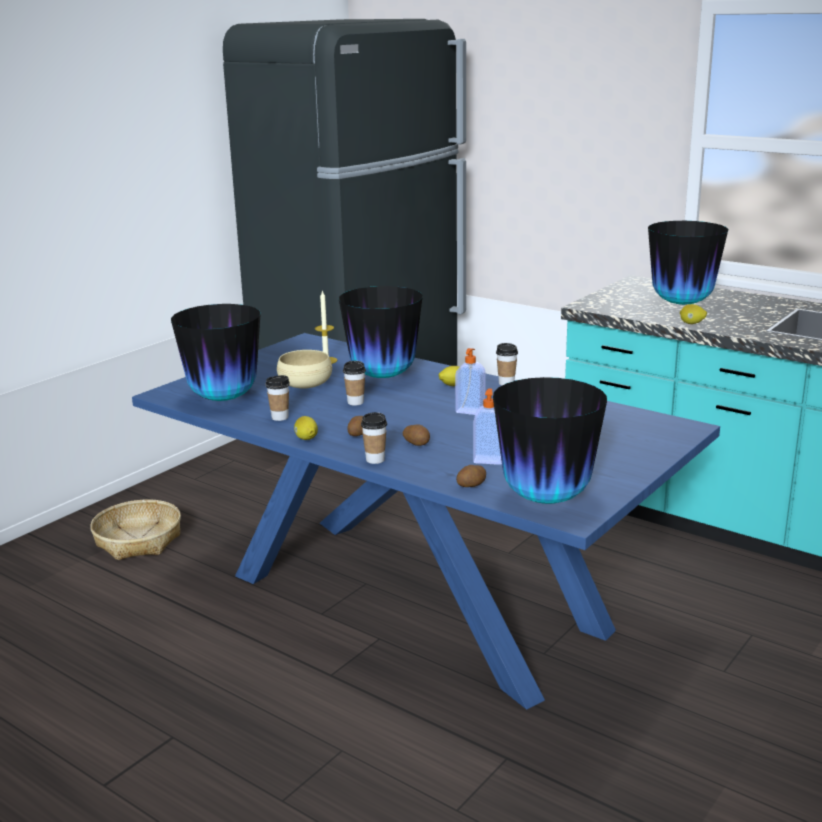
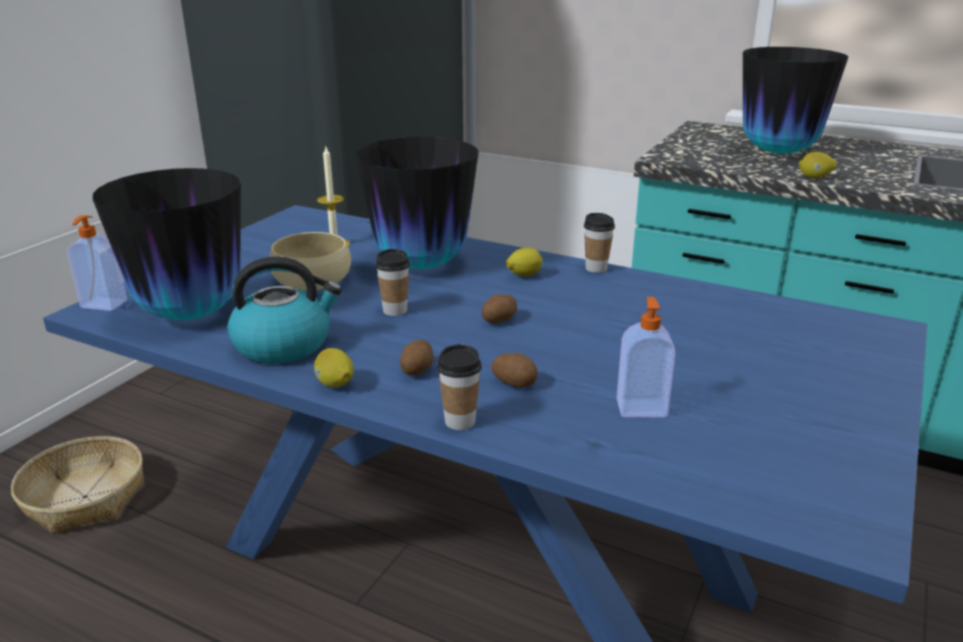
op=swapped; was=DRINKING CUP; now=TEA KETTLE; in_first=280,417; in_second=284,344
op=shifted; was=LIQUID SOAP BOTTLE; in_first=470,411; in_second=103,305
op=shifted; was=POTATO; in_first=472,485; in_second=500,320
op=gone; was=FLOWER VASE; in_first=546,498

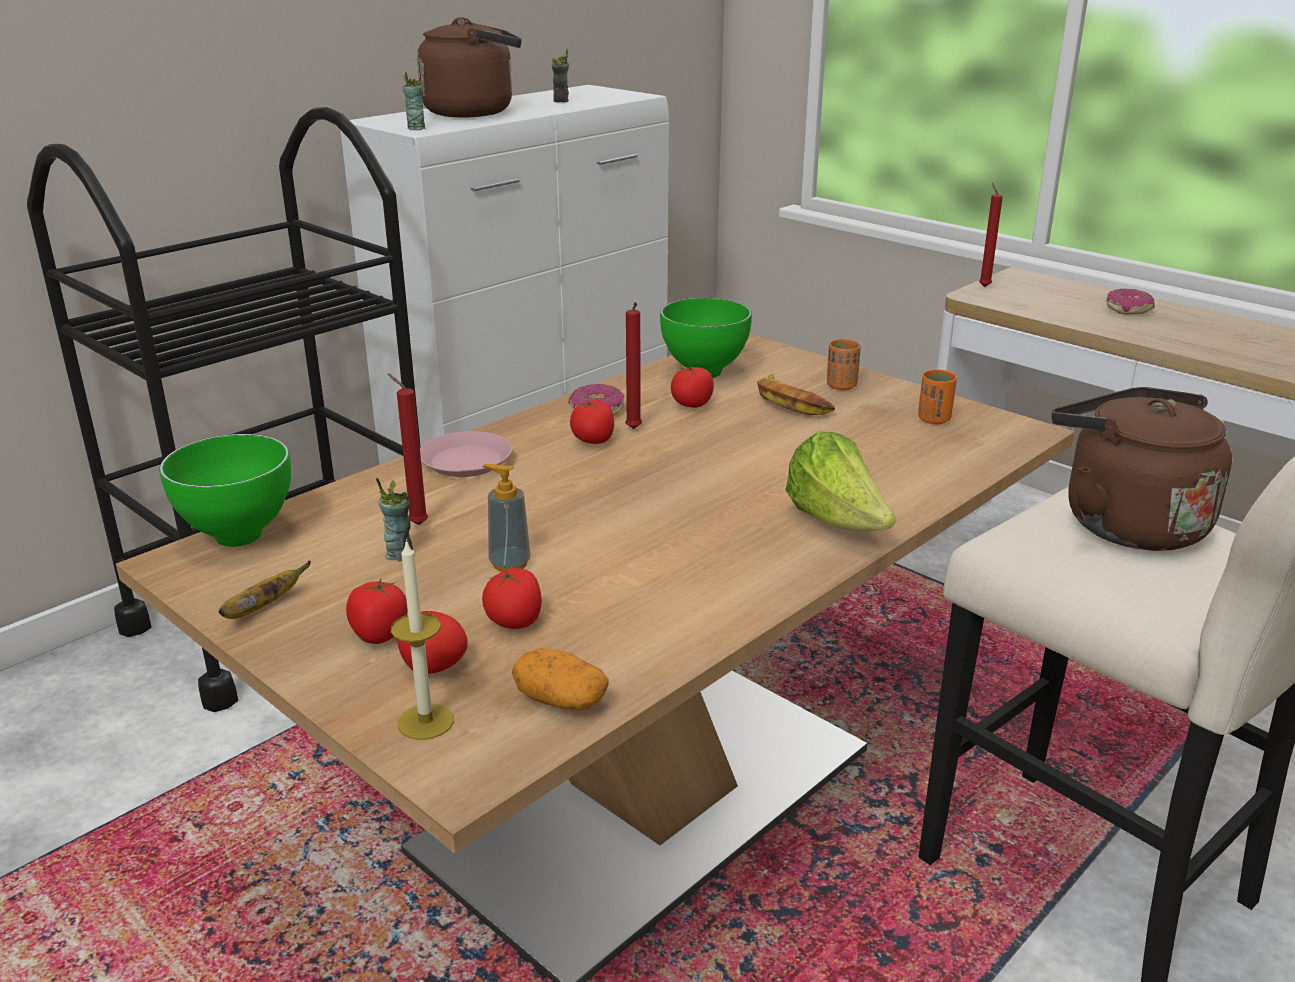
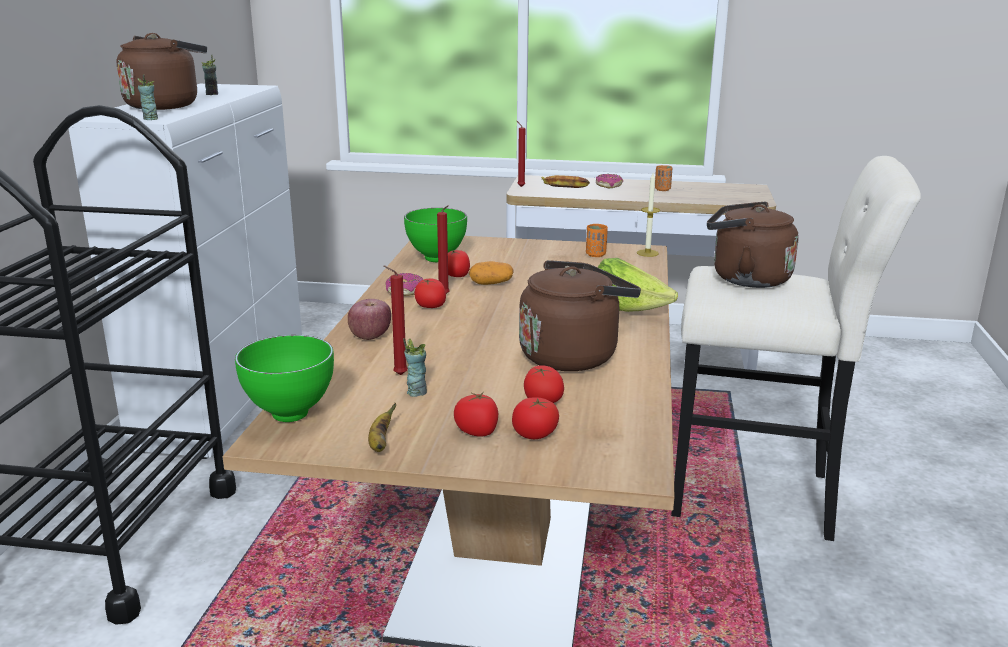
op=shifted; was=CANDLE; in_first=426,721; in_second=647,253
op=swapped; was=PINKISH DINNER PLATE; now=APPLE FRUIT; in_first=467,461; in_second=370,336
op=gone; was=LIQUID SOAP BOTTLE; in_first=509,564
op=shifted; was=POTATO; in_first=560,701; in_second=491,283
op=shifted; was=WHOLE BANANA; in_first=792,402; in_second=564,185
op=shifted; was=ORANGEY DRINKING CUP; in_first=841,386; in_second=662,189
op=new; now=BROWN-COLOURED TEA KETTLE; in_second=572,355

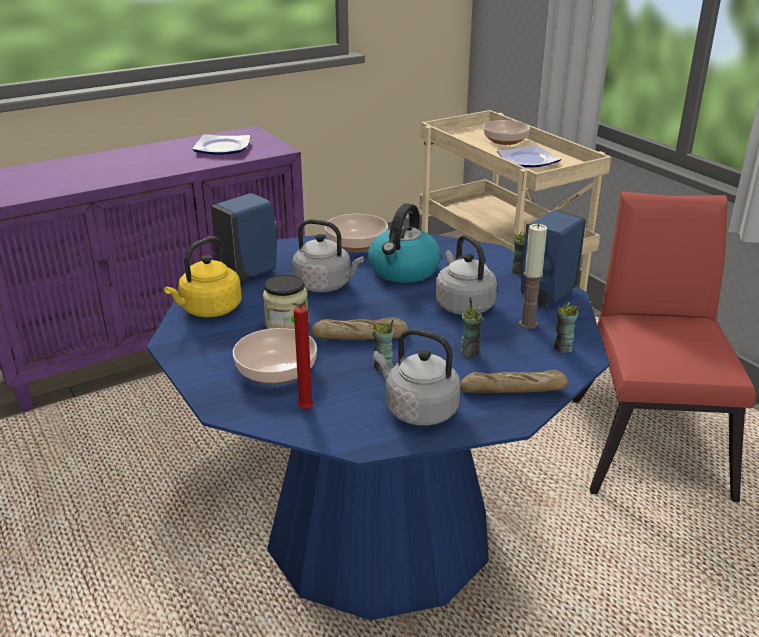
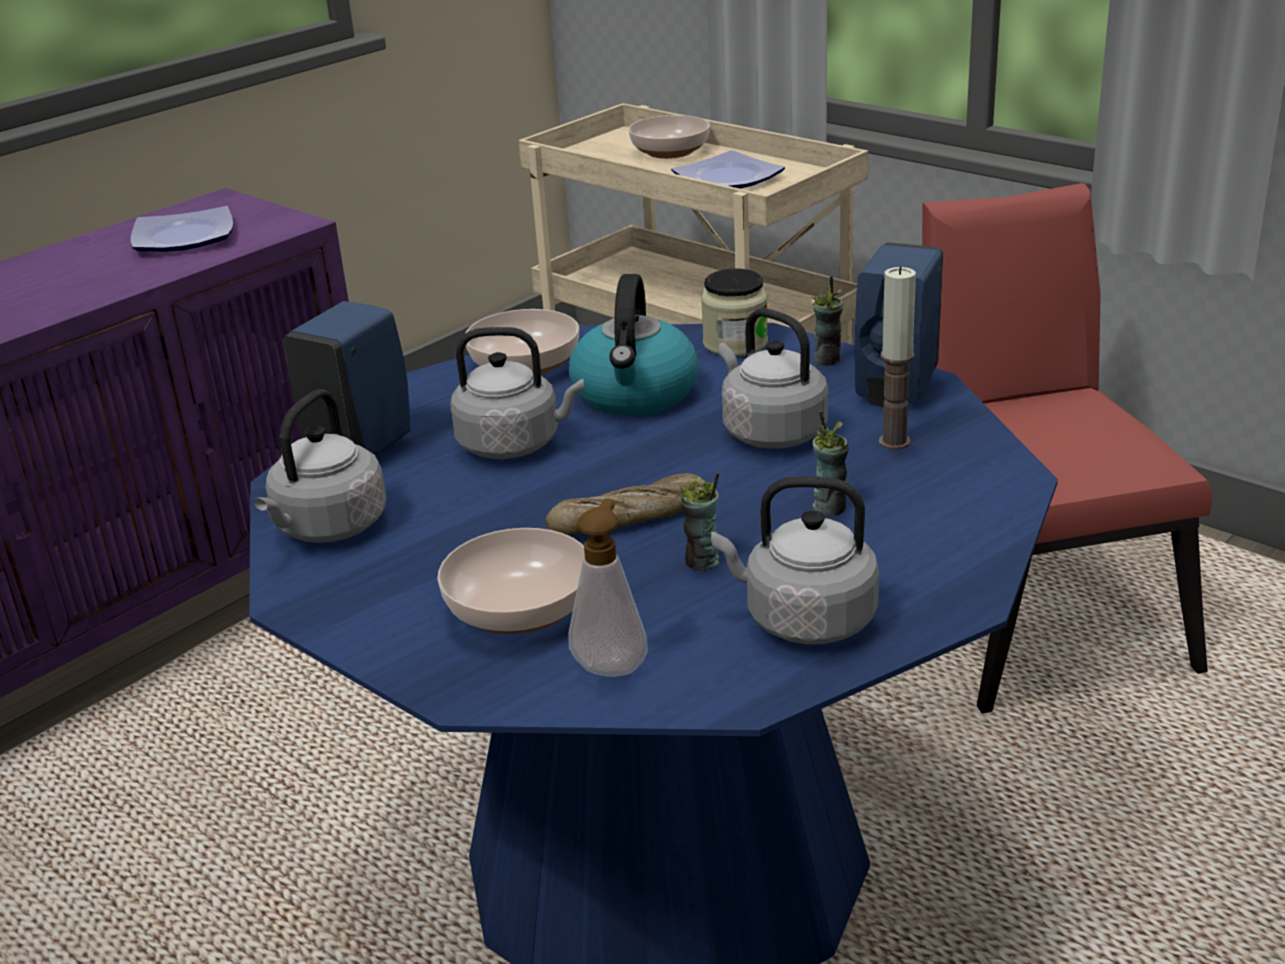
op=repainted; was=YELLOW TEA KETTLE; now=GREY TEA KETTLE; in_first=208,310; in_second=328,528
op=shifted; was=JAR; in_first=287,323; in_second=735,343
op=swapped; was=RED-COLOURED CANDLE; now=LIQUID SOAP BOTTLE; in_first=304,411; in_second=611,665
op=gone; was=BAKED BREAD; in_first=513,391
op=gone; was=DRINKING CUP; in_first=563,348

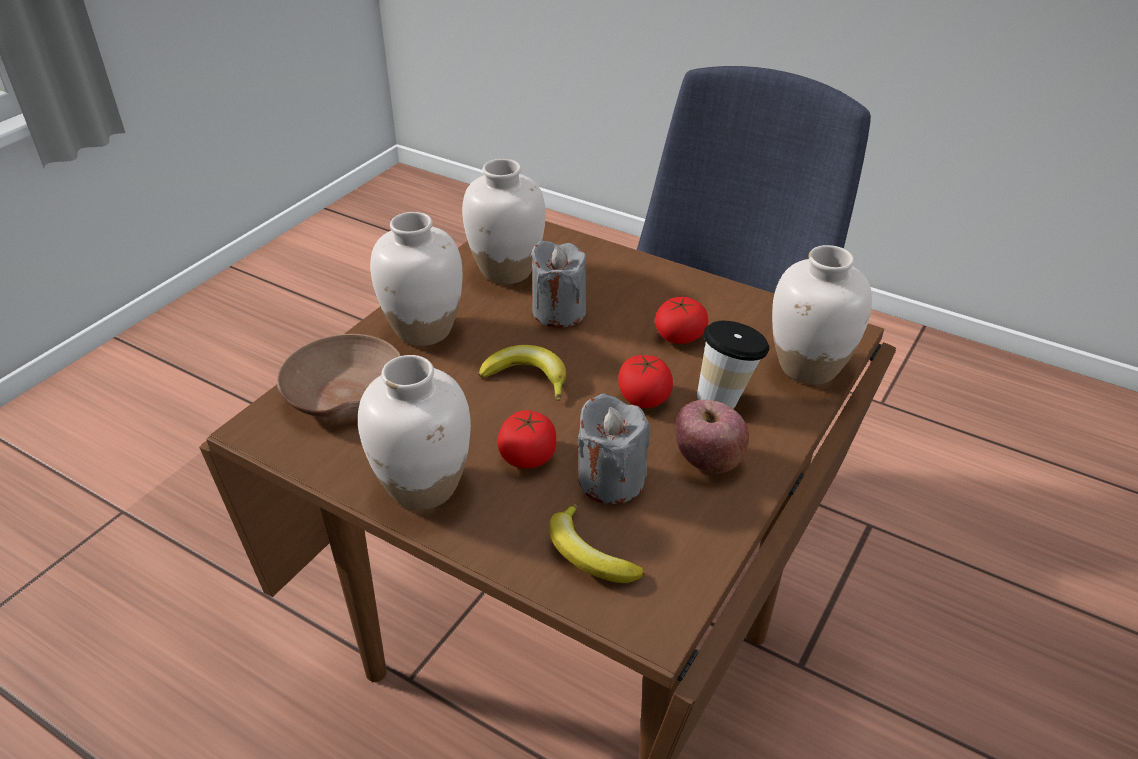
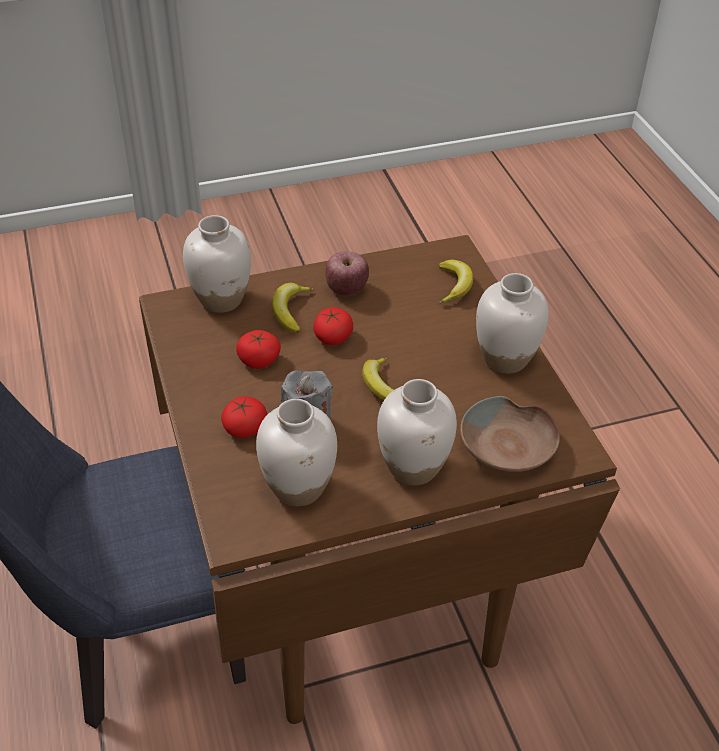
op=shifted; was=FRESH TOMATO; in_first=528,455; in_second=245,428
op=gone; was=GREY CANDLE; in_first=611,480
op=swapped; was=DRINKING CUP; now=WHOLE BANANA; in_first=726,398; in_second=290,311

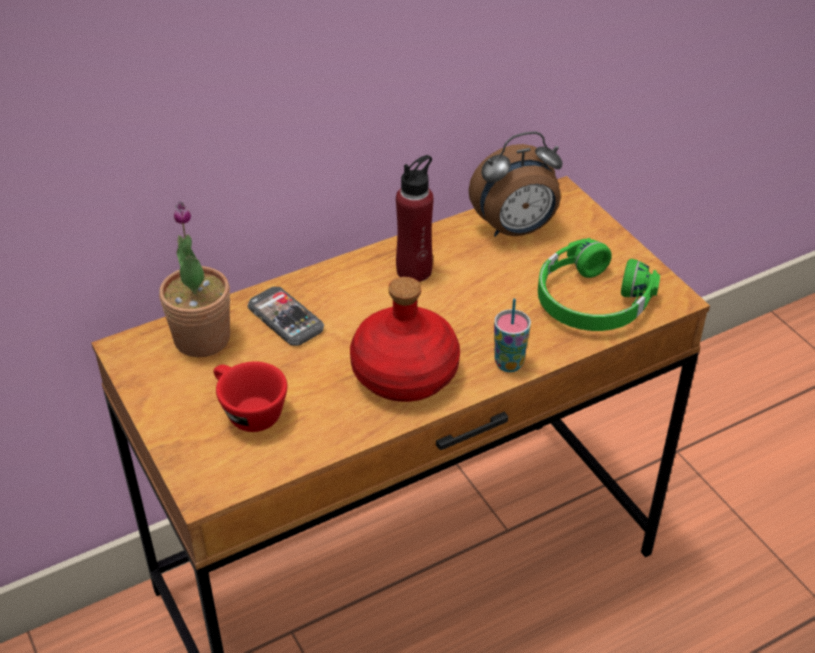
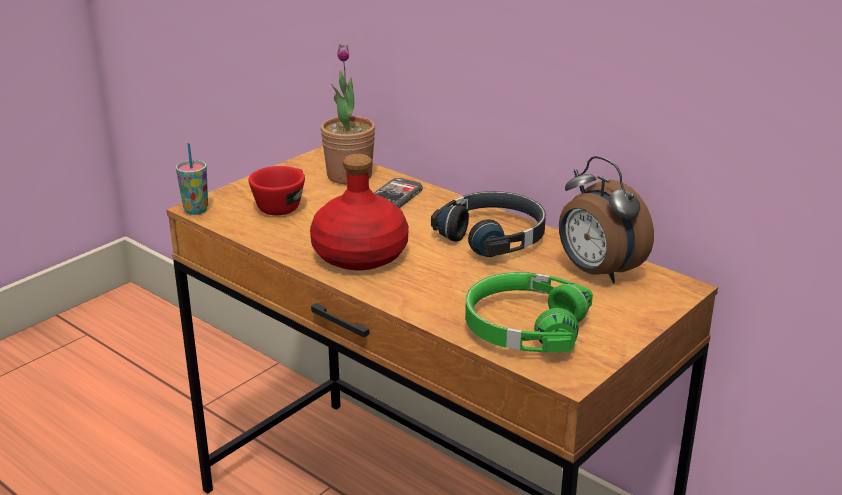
op=swapped; was=RED-COLOURED BEVERAGE BOTTLE; now=BLACK HEADSET; in_first=414,270; in_second=494,236
op=shifted; was=DRINKING CUP; in_first=509,364; in_second=196,210

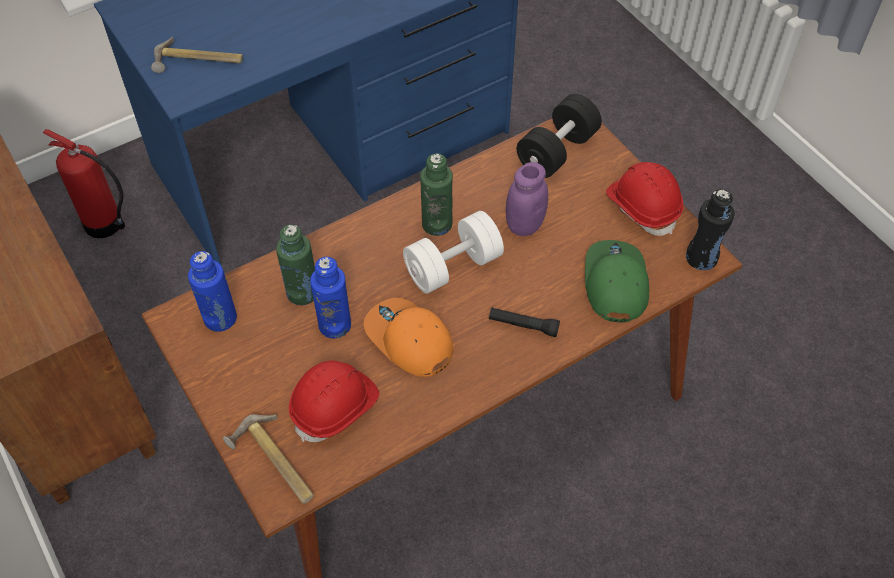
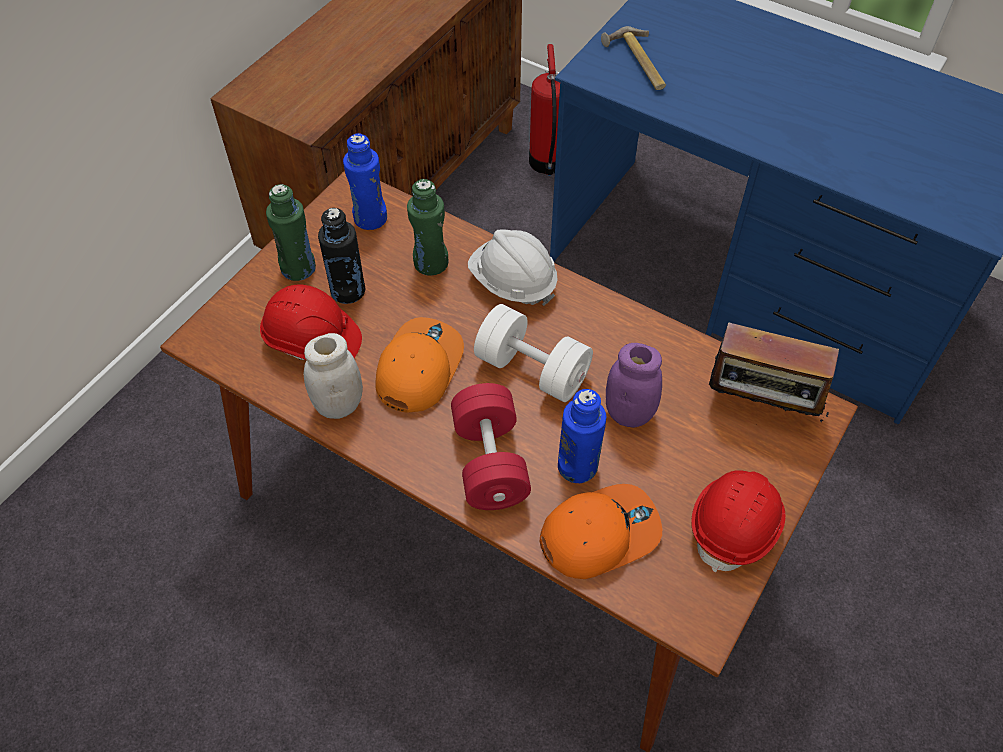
op=gone; was=HAND HAMMER; in_first=273,464
op=shifted; was=BLUISH BEVERAGE BOTTLE; in_first=334,325; in_second=577,466
op=shifted; was=GREEN-COLOURED BEVERAGE BOTTLE; in_first=437,224; in_second=298,268
op=swapped; was=BLACK FLASHLIGHT; now=RED-COLOURED FREE WEIGHT; in_first=523,325; in_second=490,462
op=swapped; was=BLACK FREE WEIGHT; now=RADIO; in_first=557,151; in_second=760,406
op=repainted; was=GREEN-COLOURED BASEBALL CAP; now=ORANGEY BASEBALL CAP; in_first=614,283; in_second=599,533
op=shifted; was=BLACK BEVERAGE BOTTLE; in_first=701,258; in_second=348,291
op=new; now=WHITE JAR; in_second=338,405
op=new; now=WHITE SAFETY HELMET; in_second=512,283

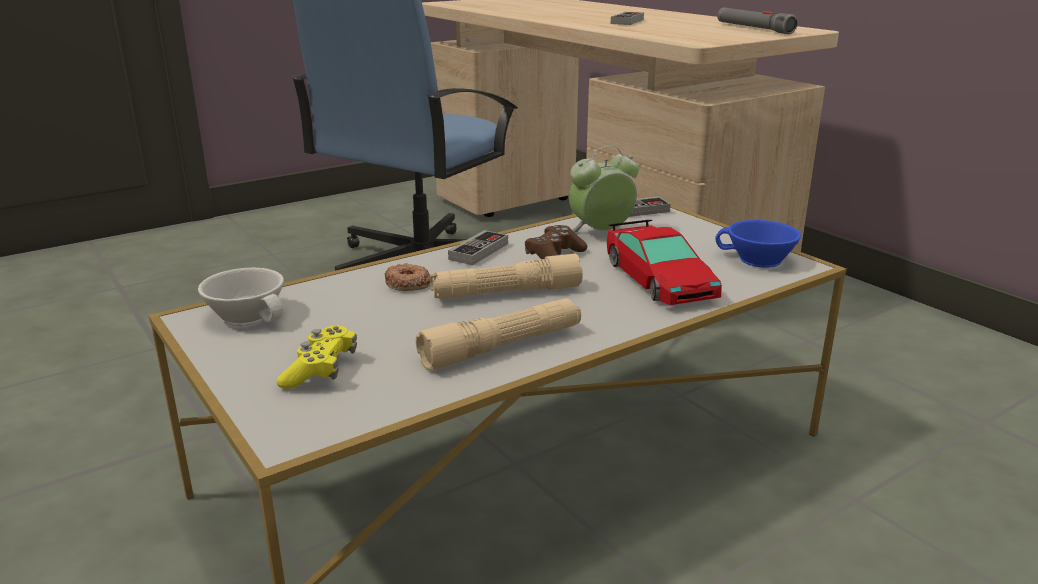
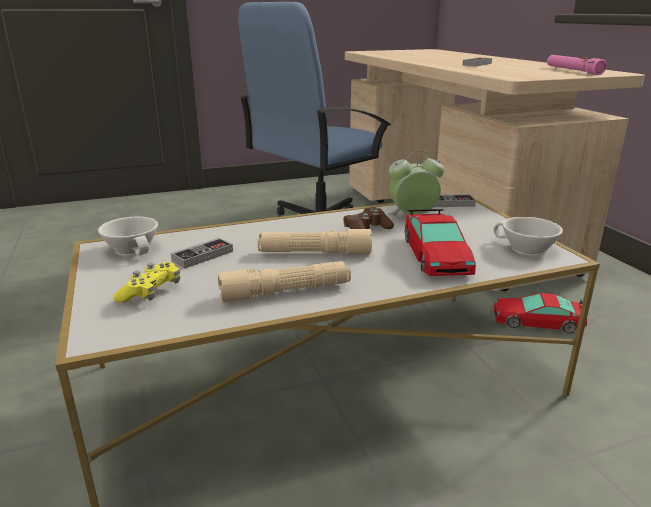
op=gone; was=RING DOUGHNUT; in_first=407,283
op=shifted; was=GAME CONTROLLER; in_first=478,251; in_second=203,256
op=repainted; was=BLUISH DRINKING CUP; now=WHITE DRINKING CUP; in_first=757,260; in_second=525,249
op=repainted; was=GREY FLASHLIGHT; now=PINKISH FLASHLIGHT; in_first=753,28; in_second=572,70
op=new; now=MODEL CAR; in_second=537,321

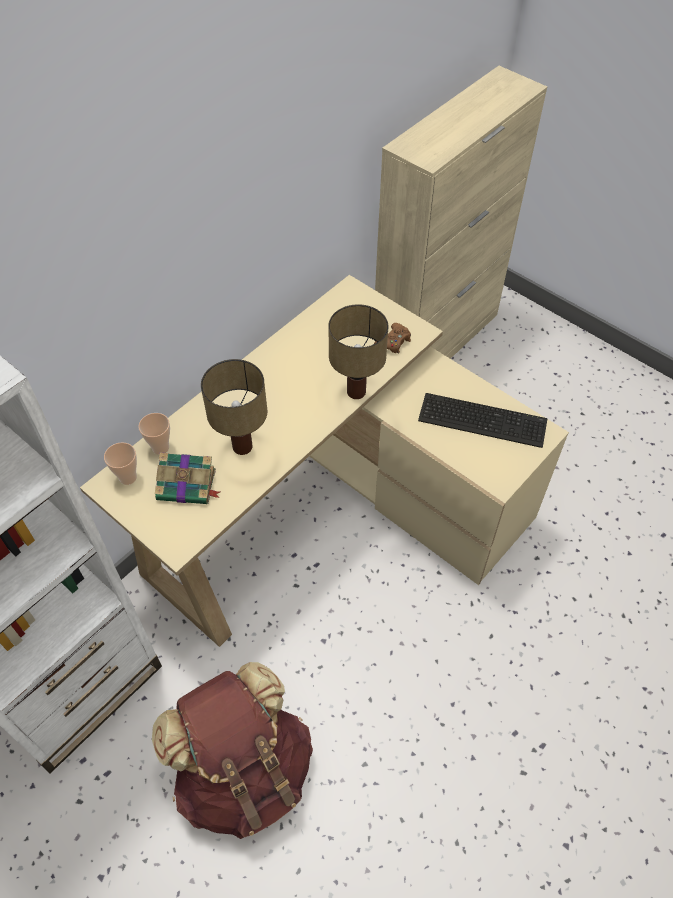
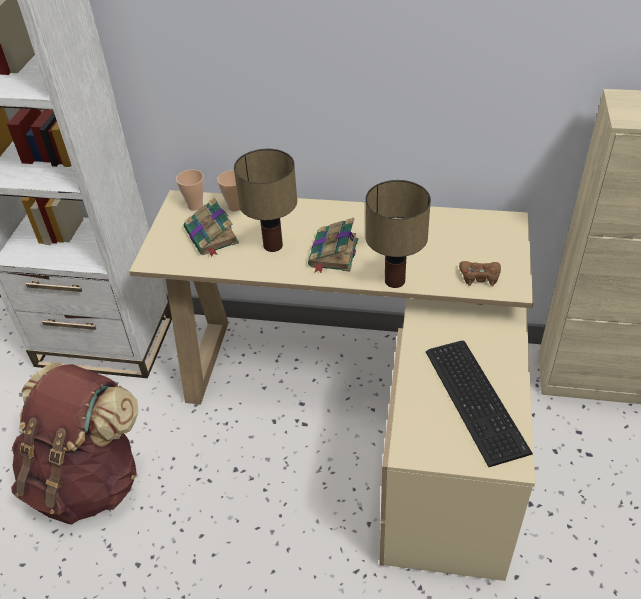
op=new; now=BOOK; in_second=333,254

